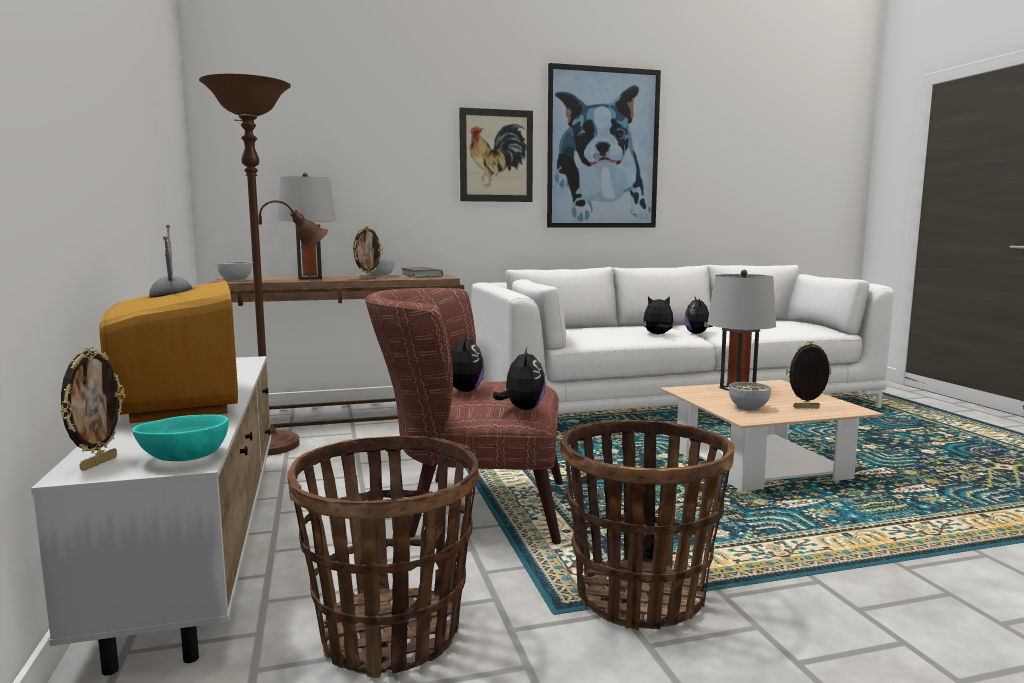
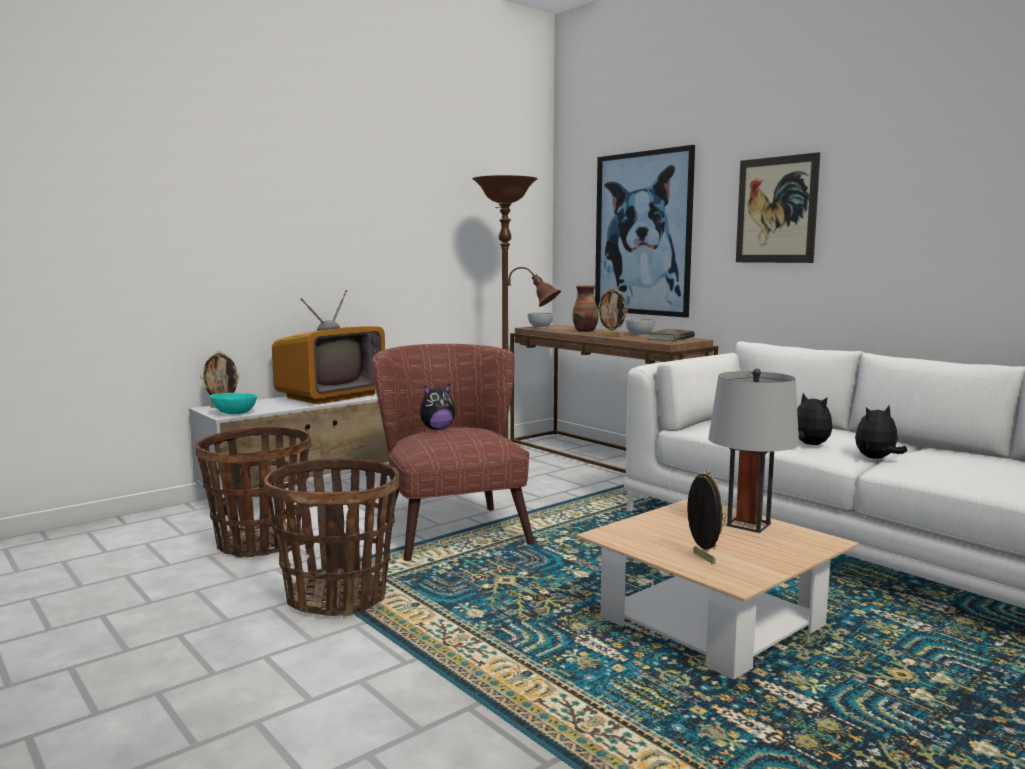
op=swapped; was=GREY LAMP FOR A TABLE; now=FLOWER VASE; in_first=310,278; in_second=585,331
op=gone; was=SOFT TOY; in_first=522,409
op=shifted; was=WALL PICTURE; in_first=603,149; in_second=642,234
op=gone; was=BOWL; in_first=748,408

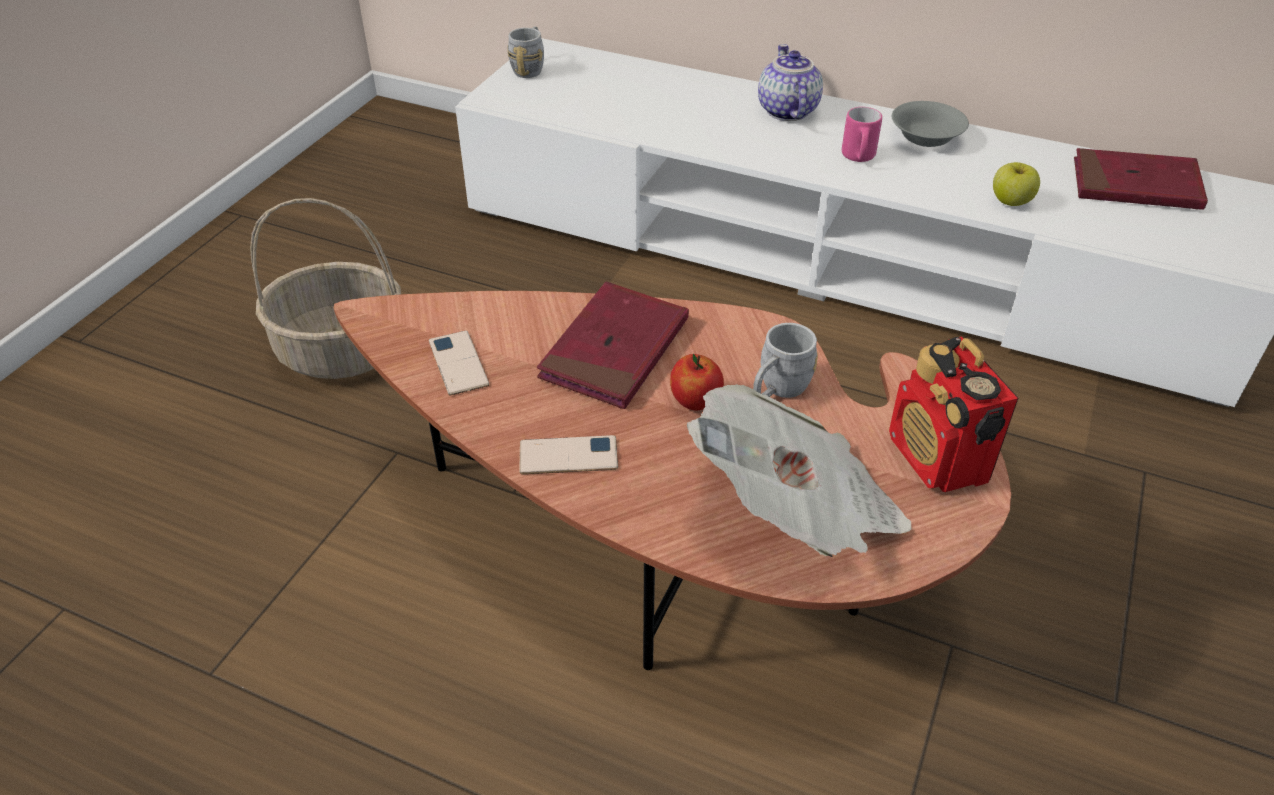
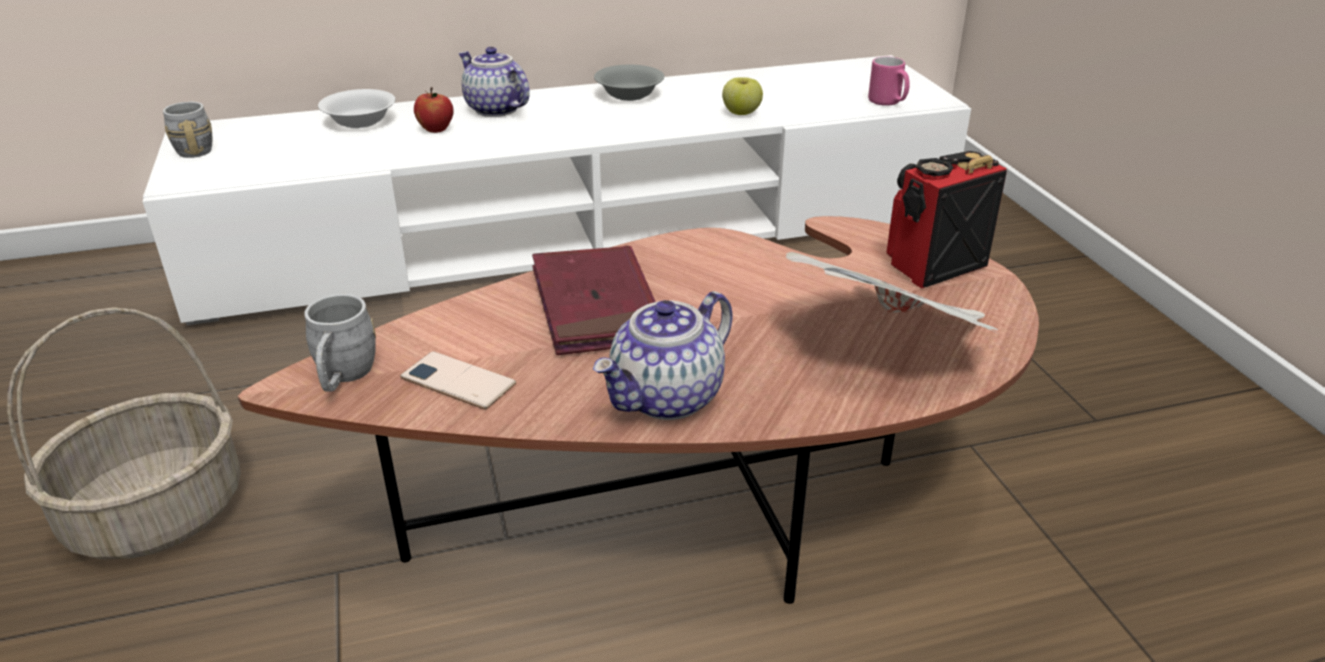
op=swapped; was=TELEPHONE; now=TEAPOT; in_first=568,456; in_second=667,398
op=shifted; was=APPLE FRUIT; in_first=695,402; in_second=436,129
op=shifted; was=GREY MUG; in_first=777,390; in_second=343,377
op=shifted; was=PINKISH MUG; in_first=858,158; in_second=888,103
op=rotated; was=RADIO; in_first=938,460; in_second=933,266; clockwise=120
op=gone; was=RED-COLOURED BOOK; in_first=1135,185
op=new; now=WHITE BOWL; in_second=359,122

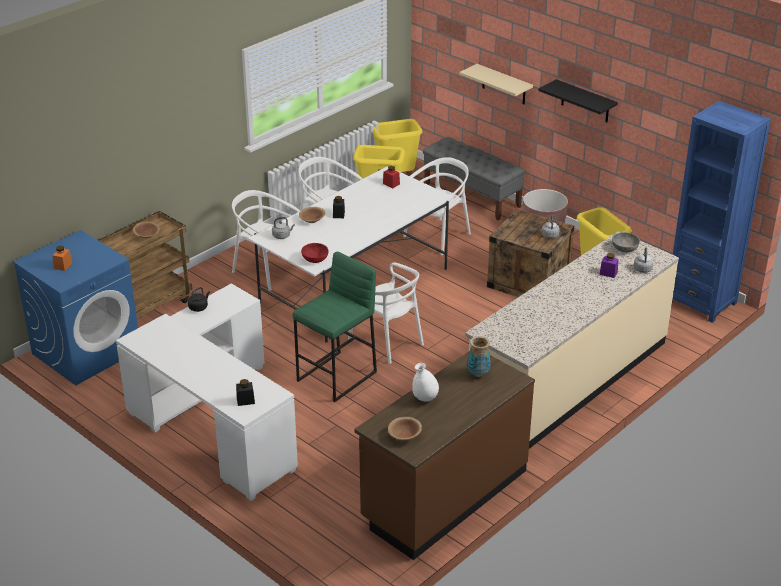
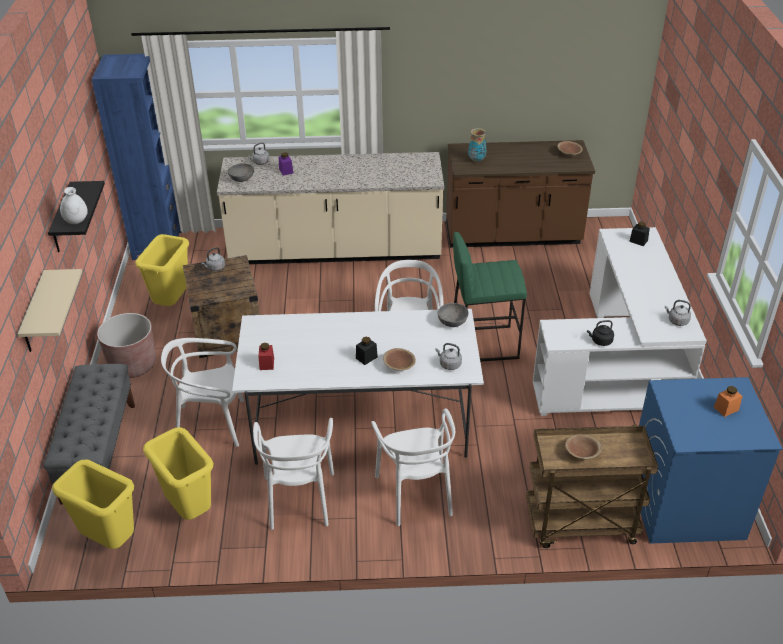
op=repainted; was=RED-COLOURED BOWL; now=GREY BOWL; in_first=315,259; in_second=452,322
op=shifted; was=WHITE FLOWER VASE; in_first=425,398; in_second=76,221
op=new; now=GREY TEA KETTLE; in_second=677,321

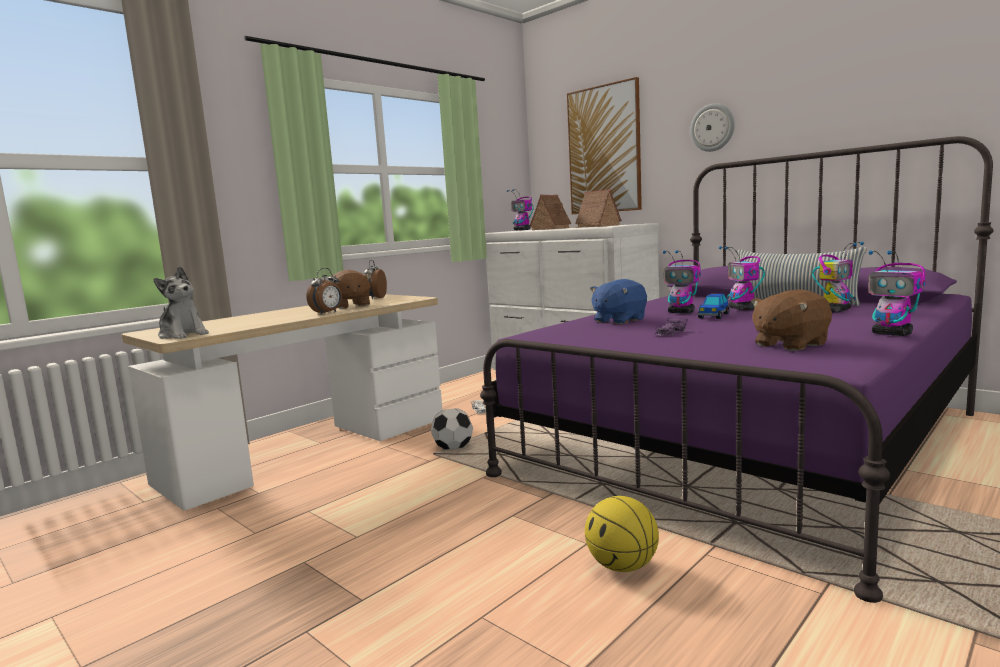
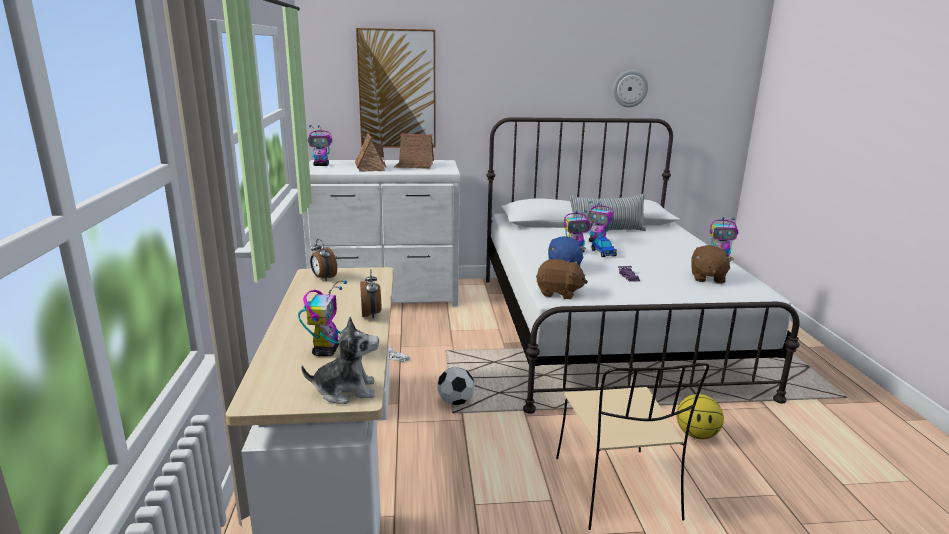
op=shifted; was=BROWN-COLOURED SOFT TOY; in_first=350,306; in_second=559,293
op=repainted; was=PURPLE BED; now=WHITE BED; in_first=748,443; in_second=605,329
op=shifted; was=HANGING CLOCK; in_first=712,127; in_second=630,88
op=shifted; was=MODEL ROBOT; in_first=836,311; in_second=326,350
op=new; now=SAND-COLOURED PLAIN CHAIR; in_second=617,490

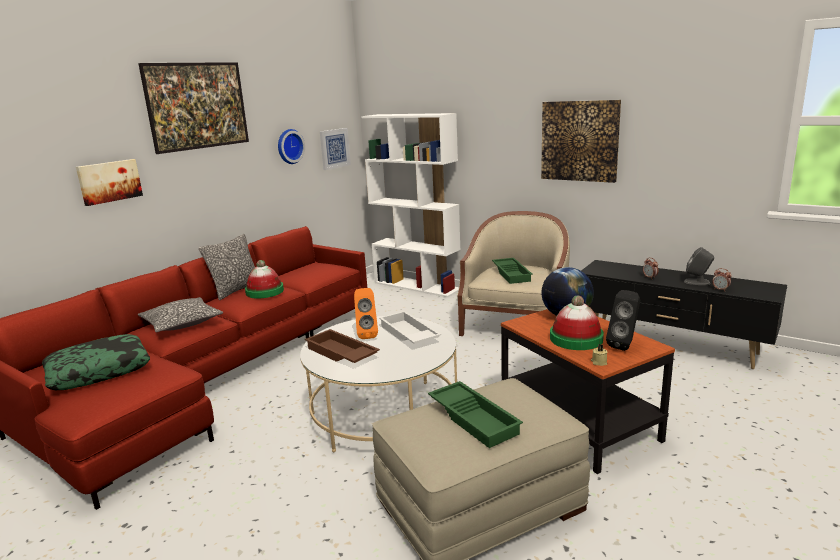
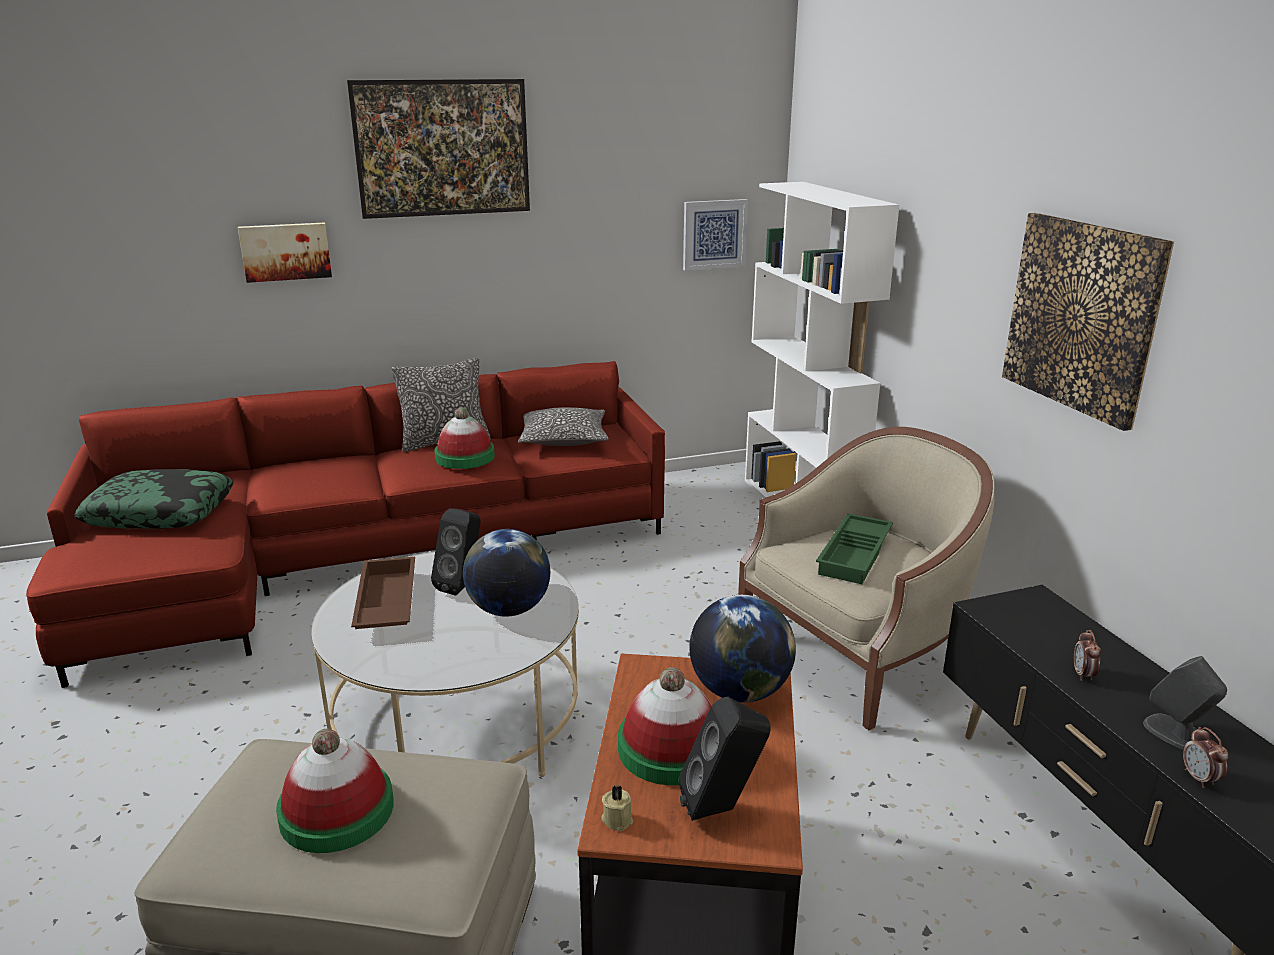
op=shifted; was=THROW PILLOW; in_first=182,323; in_second=564,439
op=gone; was=HANGING CLOCK; in_first=289,146
op=repainted; was=ORANGEY SPEAKER; now=BLACK SPEAKER; in_first=367,335; in_second=462,585
op=swapped; was=WHITE TRAY; now=WORLD GLOBE; in_first=407,334; in_second=509,610
op=swapped; was=GREEN-COLOURED TRAY; now=CLOTHING HAT; in_first=475,418; in_second=337,811

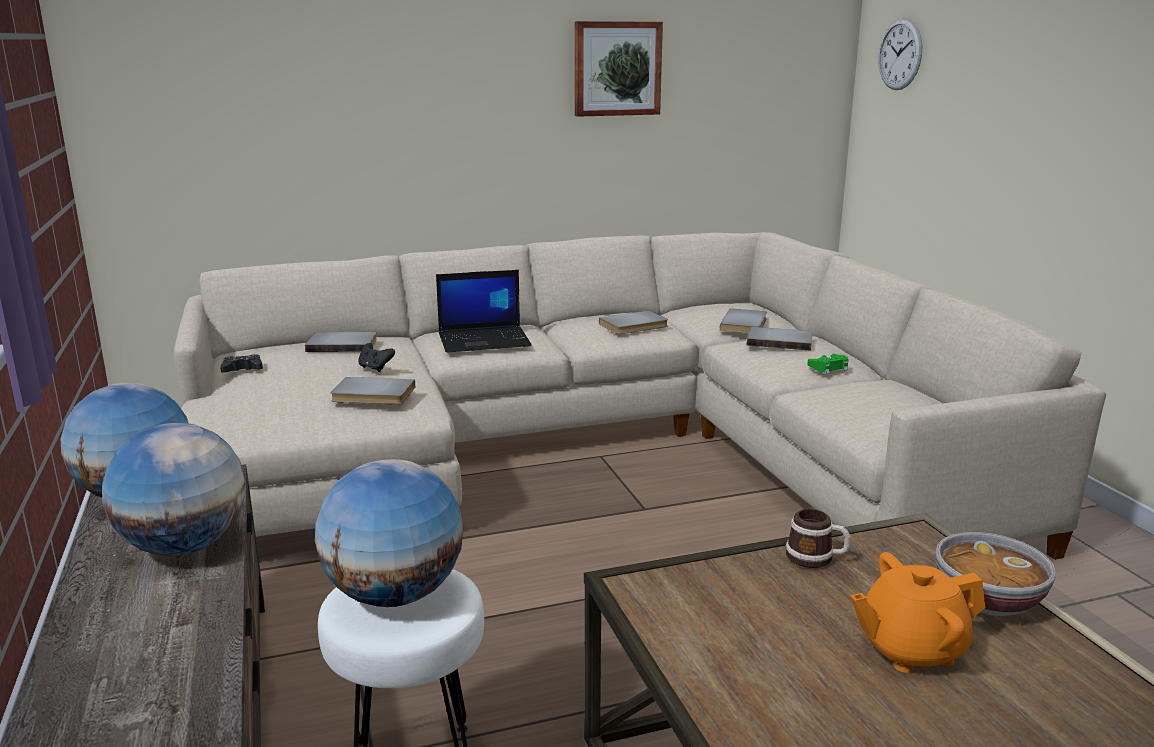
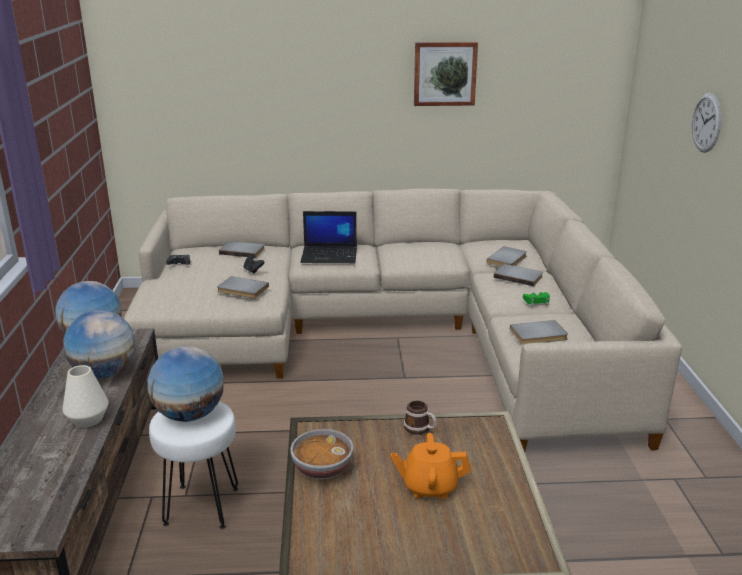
op=shifted; was=GREY BOOK; in_first=634,326; in_second=539,335
op=shifted; was=HANGING CLOCK; in_first=900,54; in_second=706,122
op=shifted; was=BOWL; in_first=987,600; in_second=322,469
op=new; now=WHITE FLOWER VASE; in_second=88,419

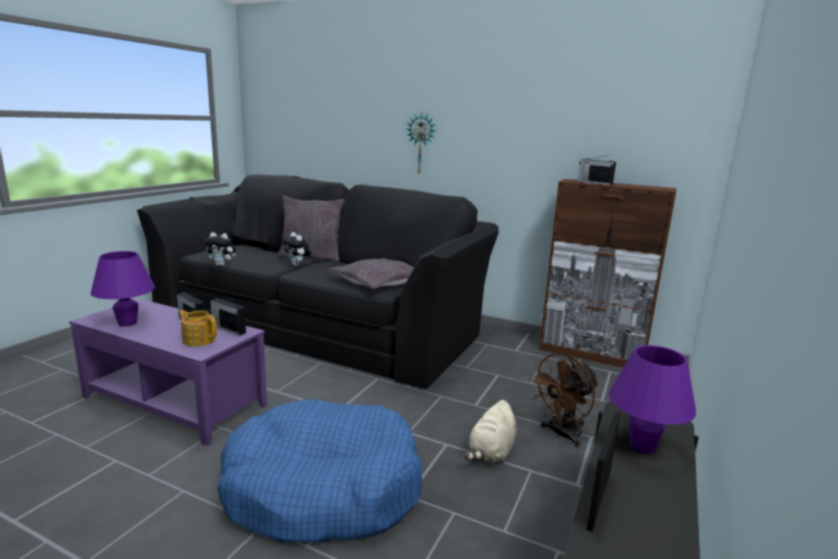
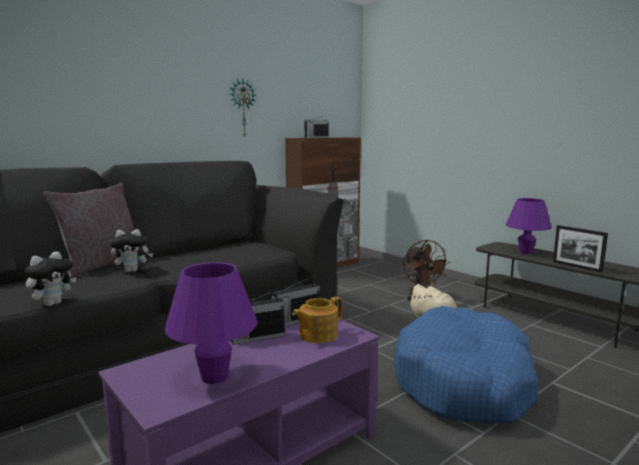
op=gone; was=GREY THROW PILLOW; in_first=378,282
op=shifted; was=HANGING CLOCK; in_first=421,143; in_second=242,108

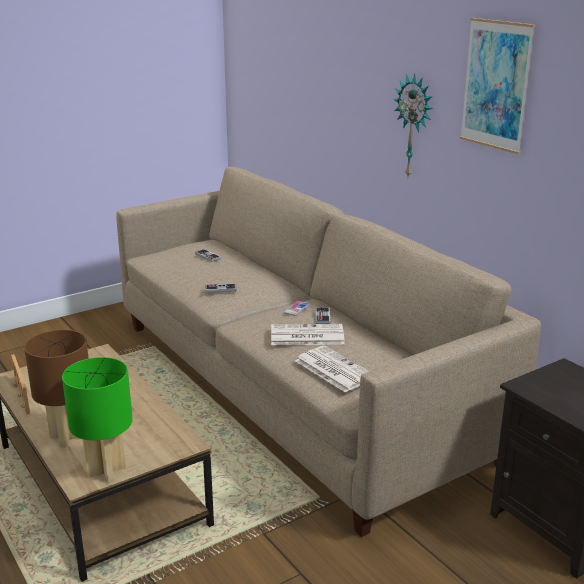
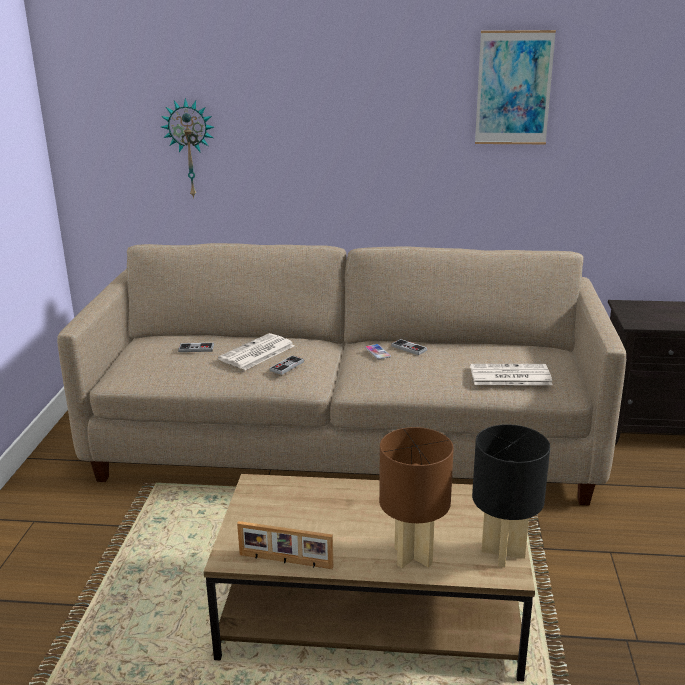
op=repainted; was=GREEN-COLOURED LAMP FOR A TABLE; now=BLACK LAMP FOR A TABLE; in_first=107,471; in_second=502,552
op=shifted; was=NEWSPAPER; in_first=306,336; in_second=256,353
op=shifted; was=HANGING CLOCK; in_first=414,126; in_second=190,148

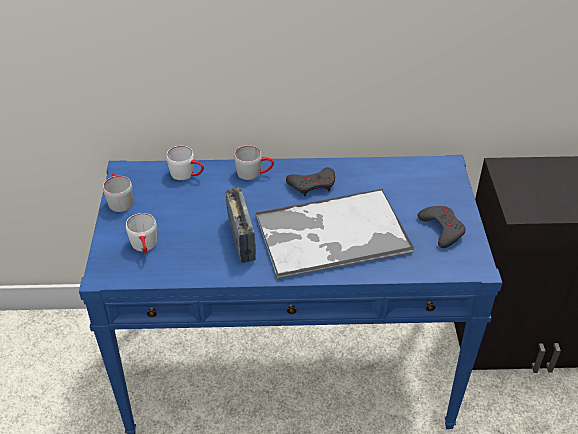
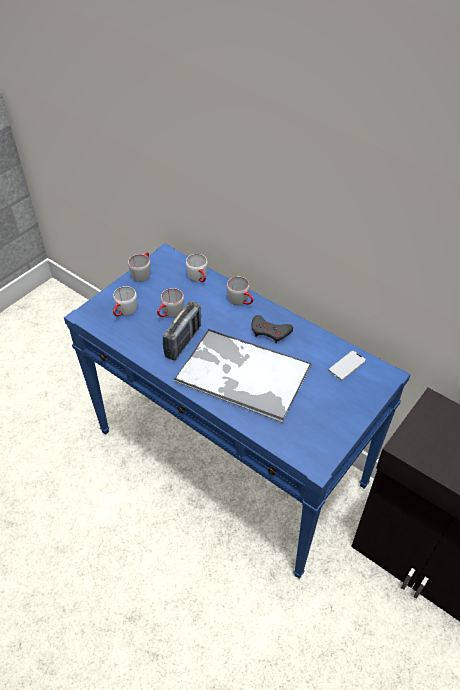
op=gone; was=GREY GAME CONTROLLER; in_first=442,229
op=new; now=GREY MUG; in_second=170,313
op=new; now=TELEPHONE; in_second=347,366

